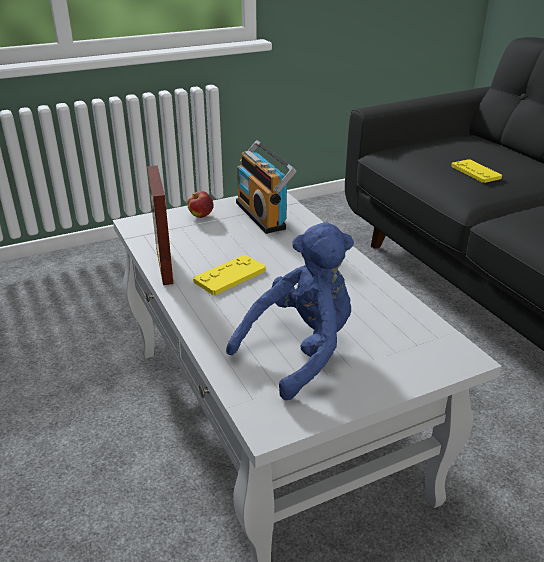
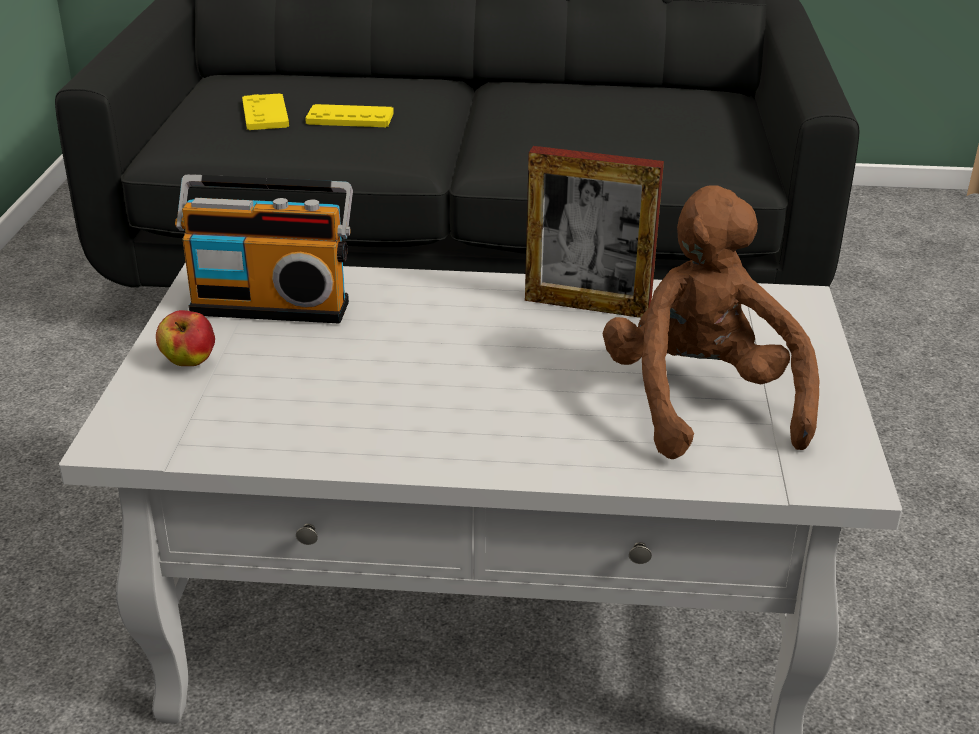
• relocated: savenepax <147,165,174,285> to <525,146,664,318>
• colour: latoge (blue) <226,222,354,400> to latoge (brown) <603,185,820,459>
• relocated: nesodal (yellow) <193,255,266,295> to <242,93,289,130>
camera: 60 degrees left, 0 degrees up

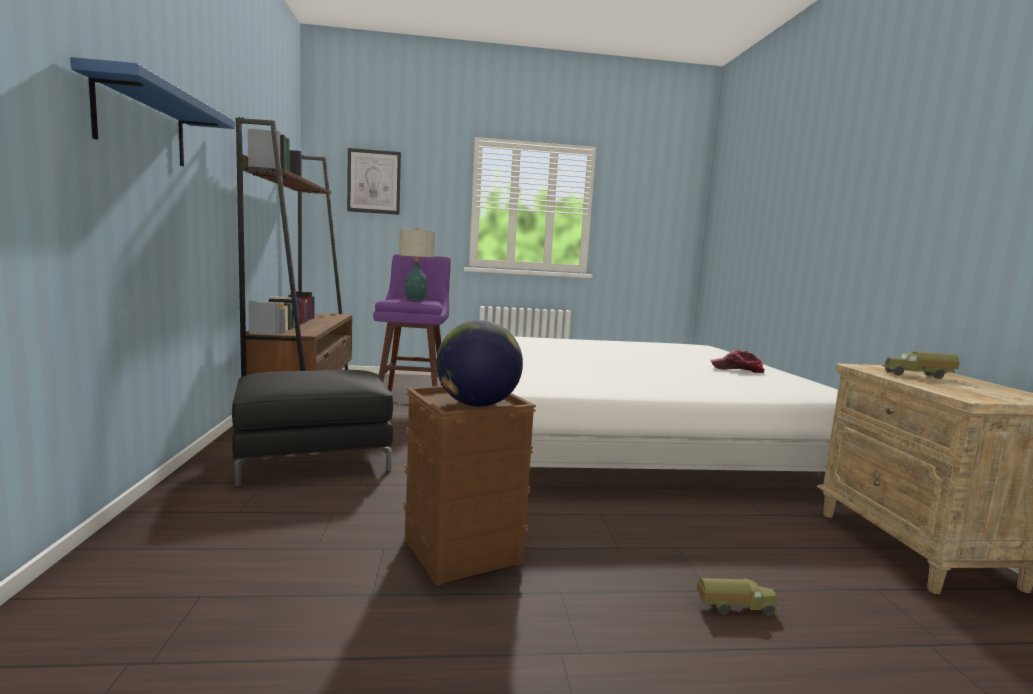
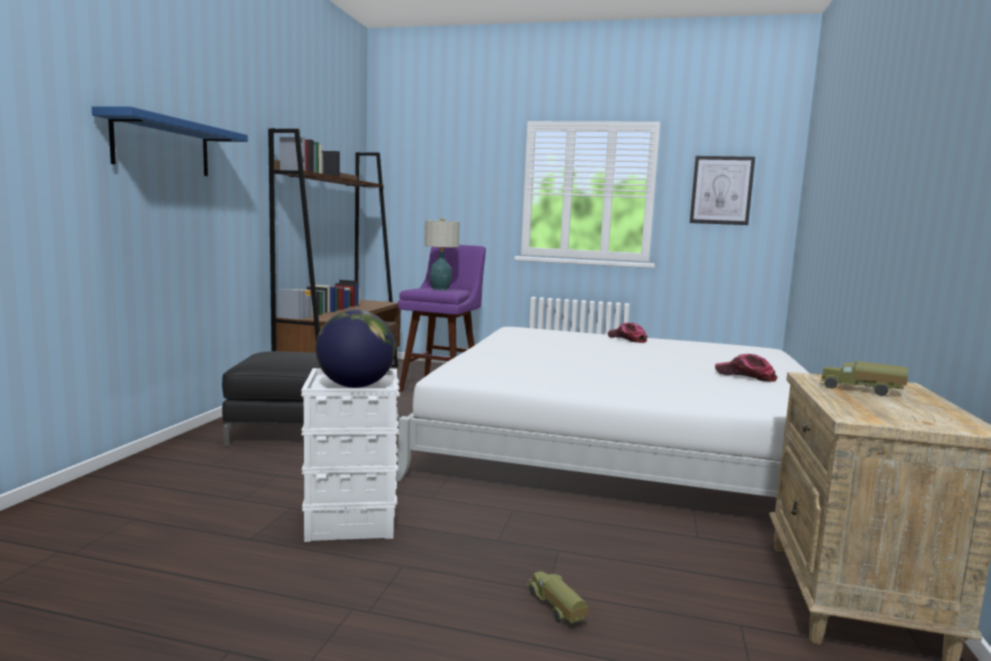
• relocated: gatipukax <347,148,401,215> to <690,156,755,225>
• colour: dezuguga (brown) <404,386,536,586> to dezuguga (white) <301,368,400,542>
• spun: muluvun <697,578,780,616> = <527,571,589,623> 135 degrees counterclockwise
• appeared: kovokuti <608,323,647,343>
camera: 20 degrees right, 0 degrees up

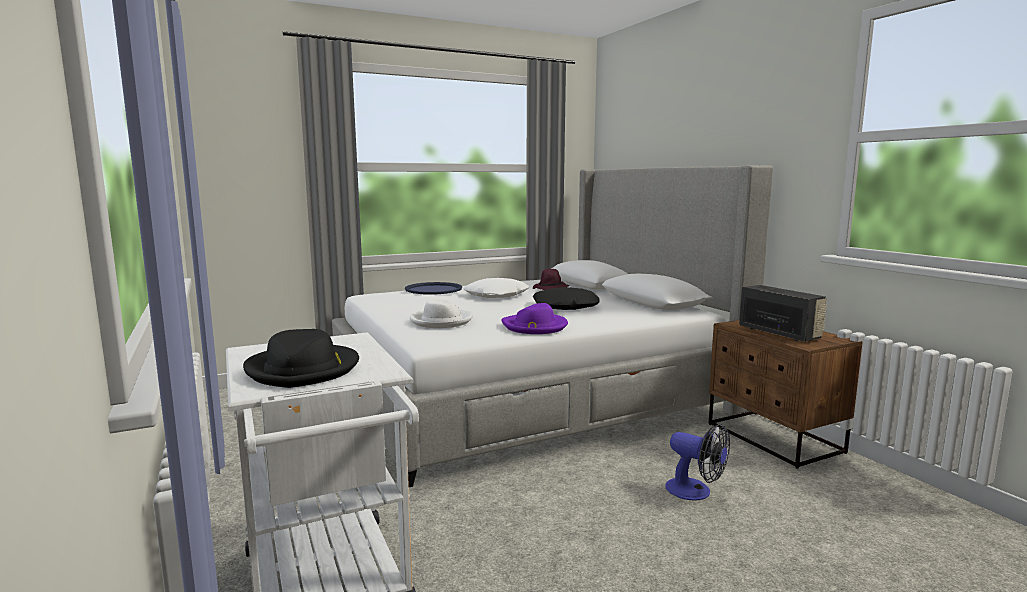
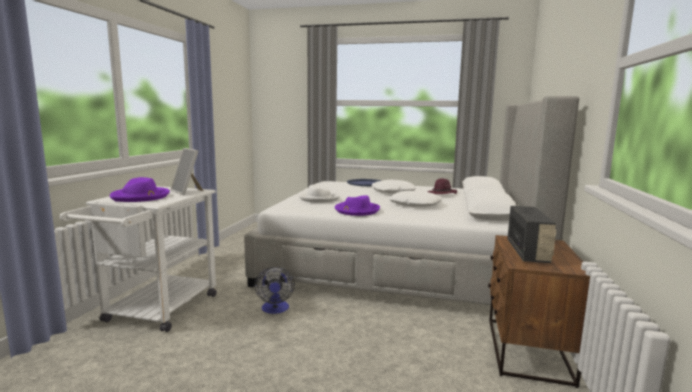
• colour: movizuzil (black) <533,287,600,310> to movizuzil (white) <389,191,442,207>
• colour: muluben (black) <243,329,359,388> to muluben (purple) <110,177,170,202>
• relocated: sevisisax <665,424,730,501> to <255,267,295,314>
• appeared: savenepax <170,148,204,195>
camera: 40 degrees right, 0 degrees up

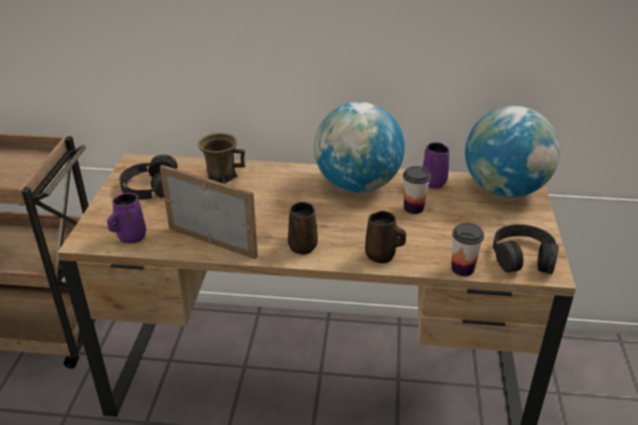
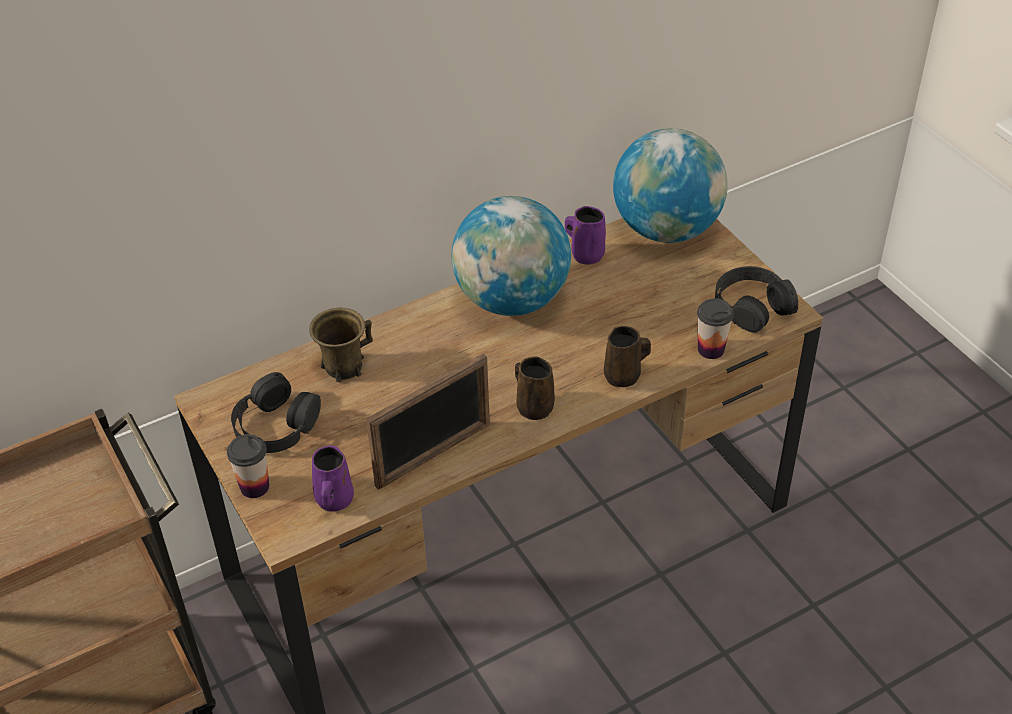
• spun: savenepax <160,165,258,259> = <366,353,490,490> 150 degrees clockwise
• relocated: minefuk <403,166,431,214> to <227,434,269,498>
camera: 35 degrees left, 10 degrees up

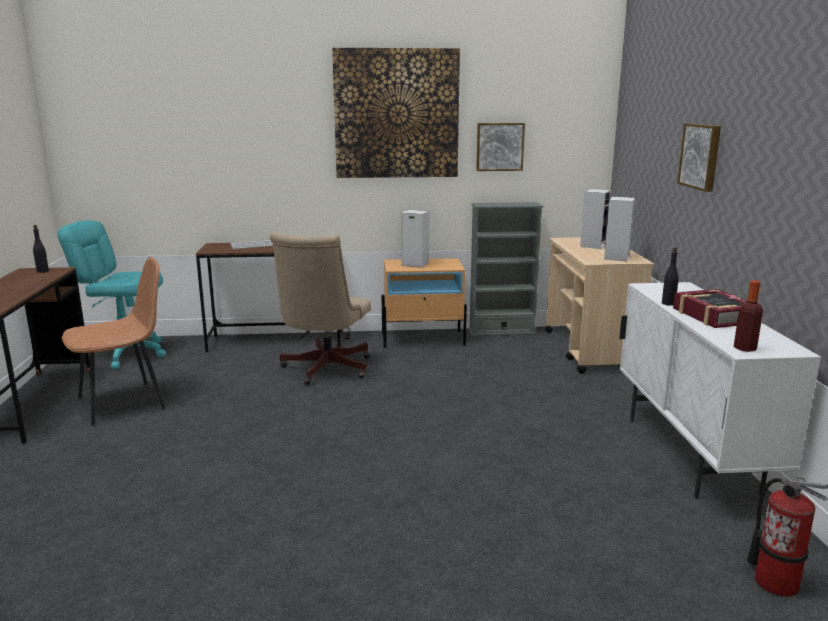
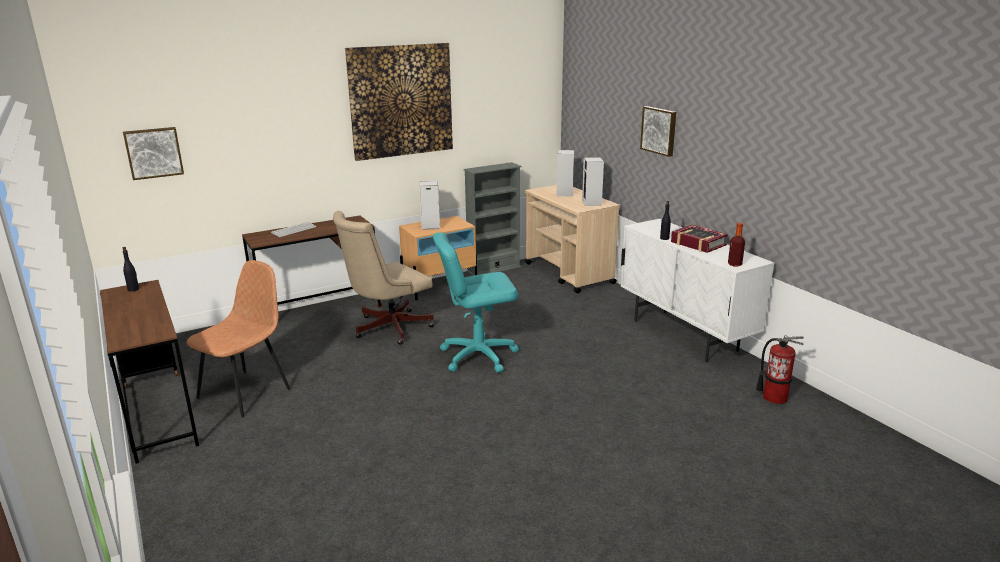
• relocated: gatipukax <476,123,525,171> to <123,127,184,180>
• relocated: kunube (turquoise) <57,220,166,369> to <433,232,519,373>
• spun: kunube (beige) <270,232,371,385> = <333,211,434,345> 60 degrees clockwise
camera: 25 degrees left, 5 degrees up

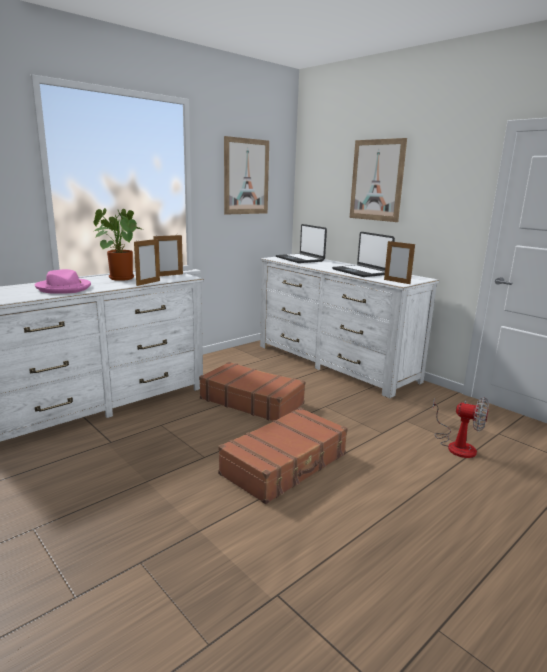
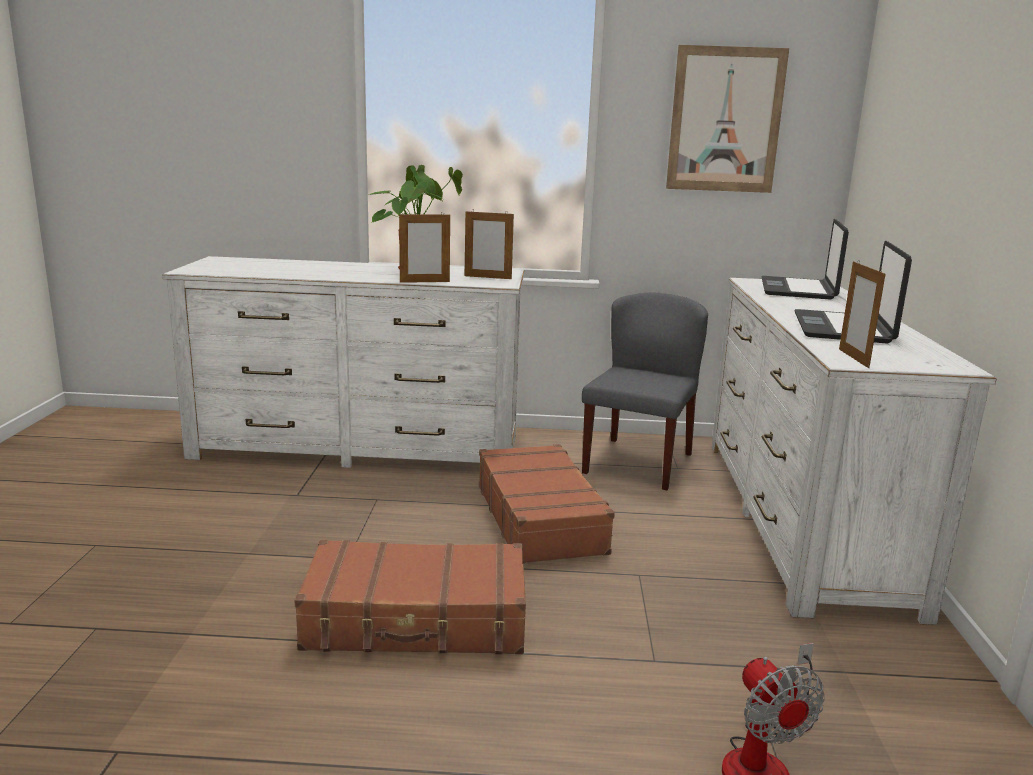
• missing: gatipukax <350,138,407,222>
• missing: muluben (pink) <34,269,91,294>
• appeared: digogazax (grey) <582,293,708,490>
camera: 45 degrees right, 0 degrees up

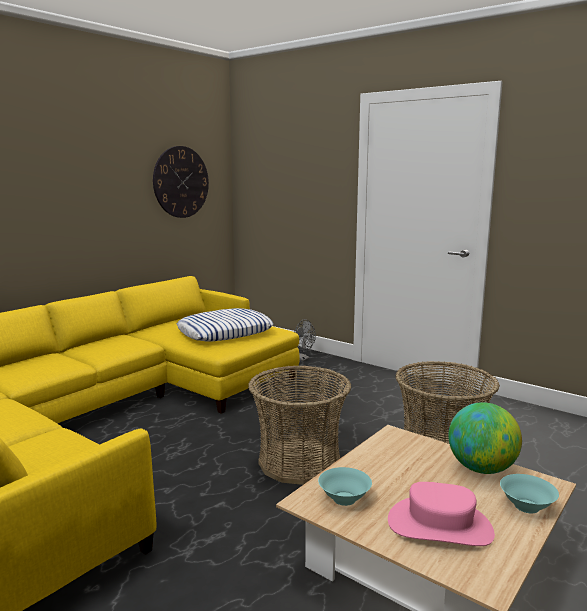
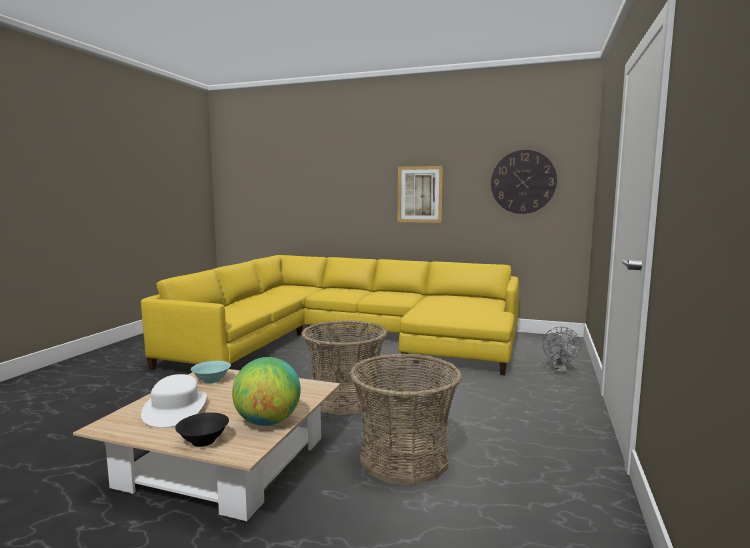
• missing: movizuzil <177,308,273,342>
• colour: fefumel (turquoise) <500,474,559,513> to fefumel (black) <175,412,229,447>
• colour: muluben (pink) <388,482,495,546> to muluben (white) <141,374,207,428>
• appeared: gatipukax <398,166,443,223>
camera: 70 degrees right, 5 degrees down

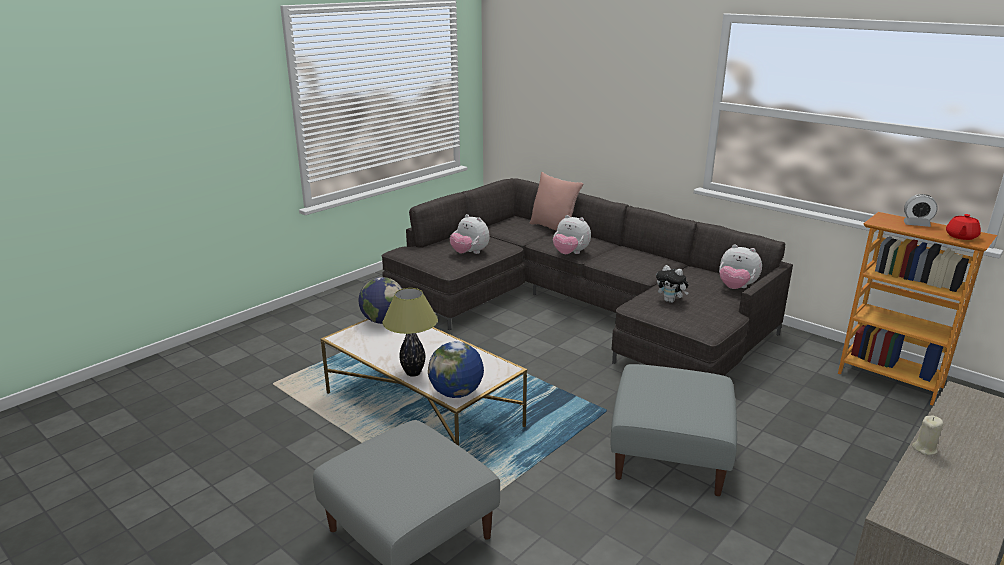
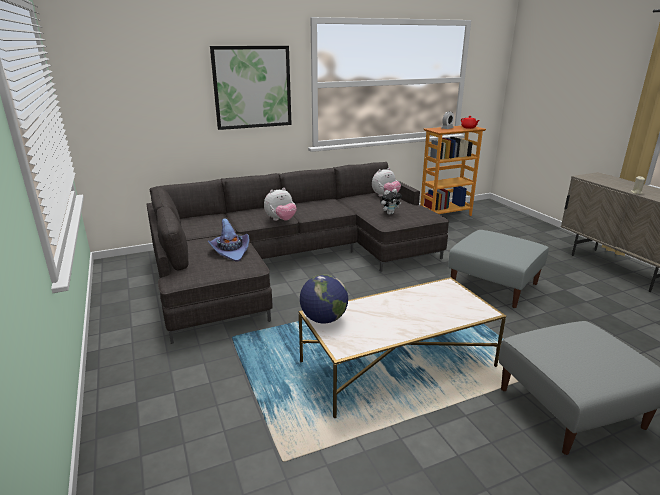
• missing: movizuzil (pink) <530,172,583,231>
• exchanged: latoge <450,214,490,254> to muluben (purple) <208,218,249,262>
• missing: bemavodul <382,288,438,377>
• missing: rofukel <428,341,484,398>
• appeared: gatipukax <210,46,292,130>
camera: 65 degrees left, 0 degrees up

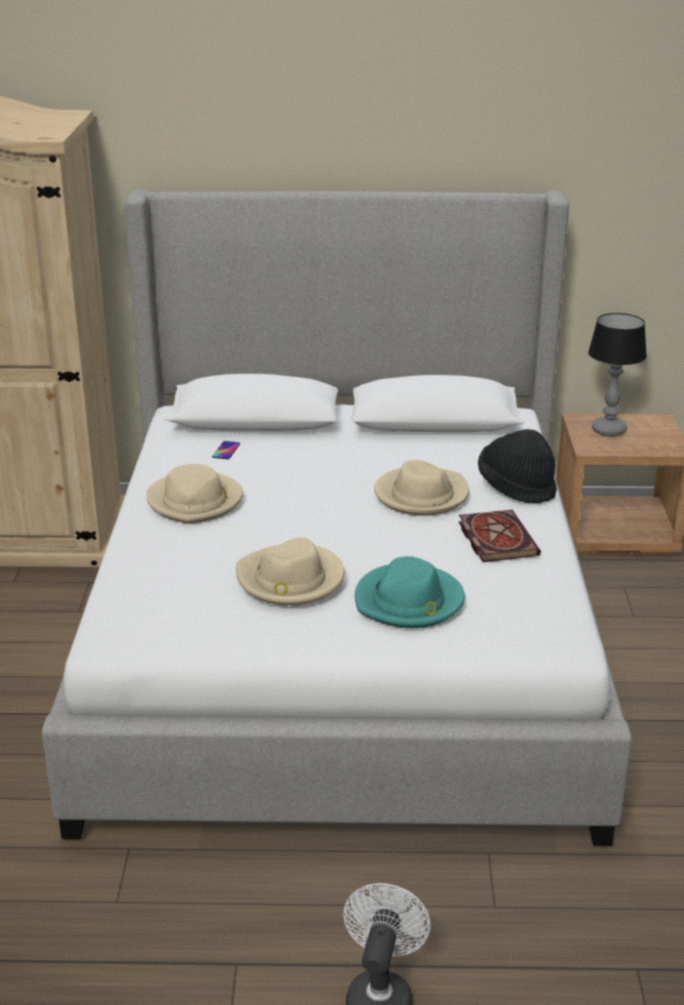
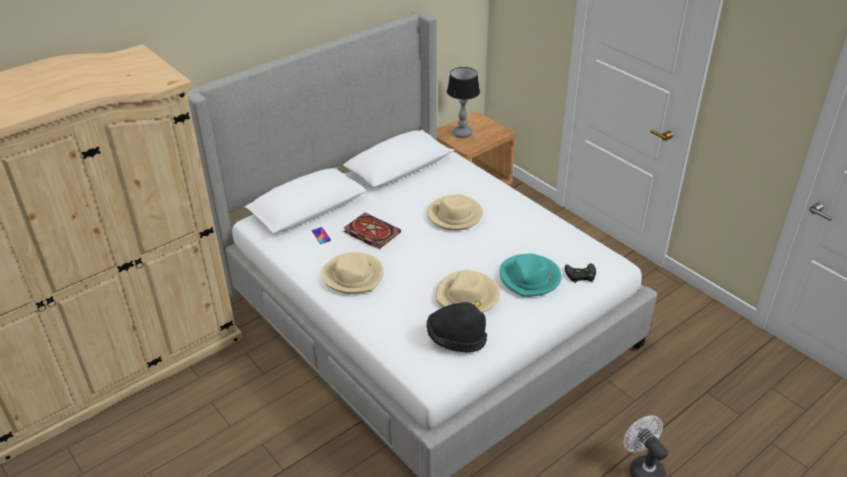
• relocated: muluben (black) <478,429,557,504> to <427,302,487,353>
• relocated: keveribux <458,510,541,562> to <344,213,401,249>
• appeared: nesodal (black) <565,263,596,283>
camera: 40 degrees left, 10 degrees up

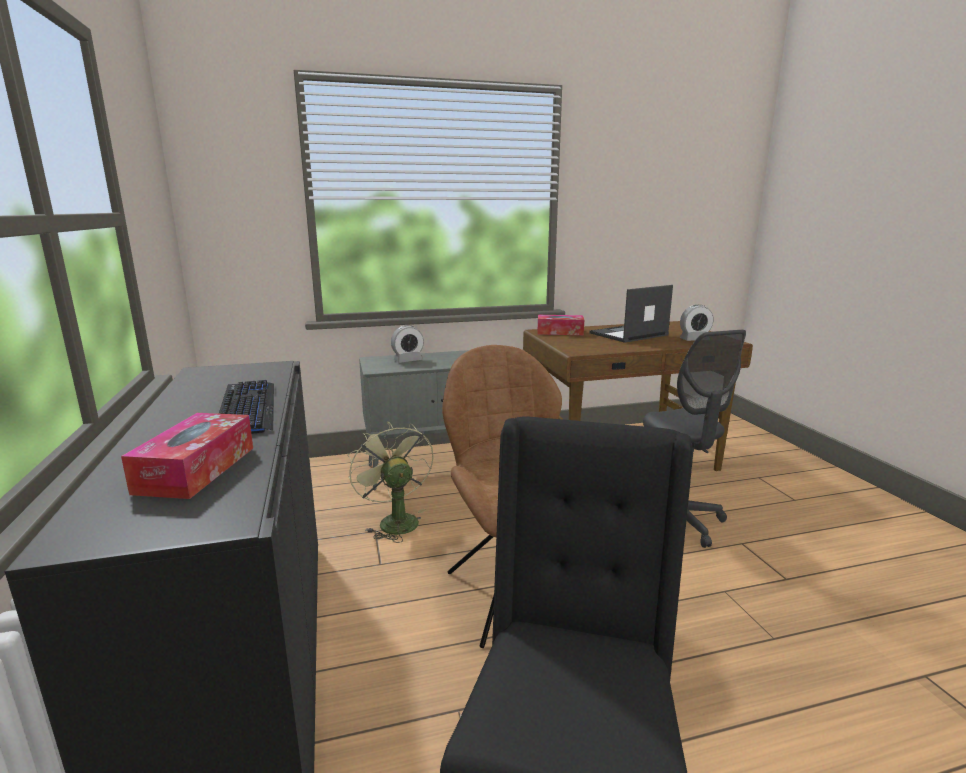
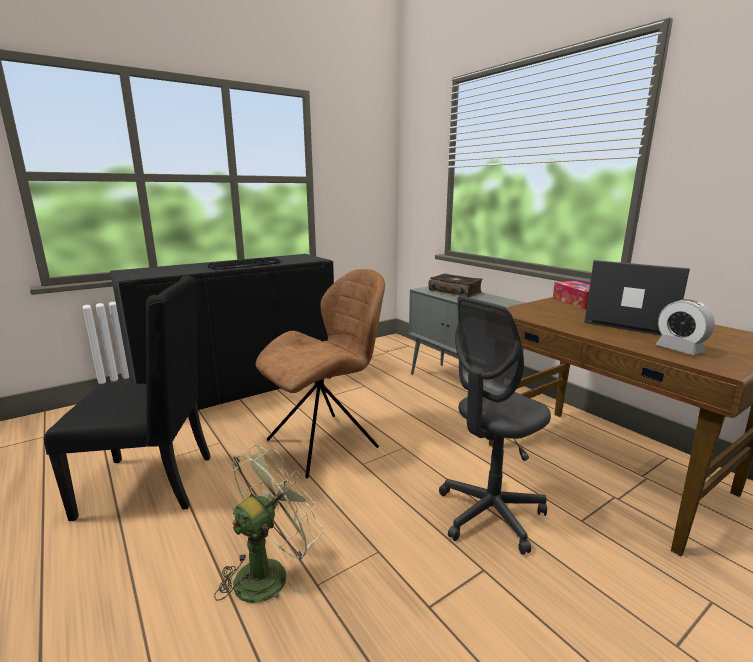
• exchanged: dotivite <391,325,424,363> to keveribux <429,274,483,297>
• missing: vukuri <121,413,253,499>
• relocated: sevisisax (green) <348,421,434,543> to <214,445,323,603>
camera: 70 degrees right, 0 degrees up

